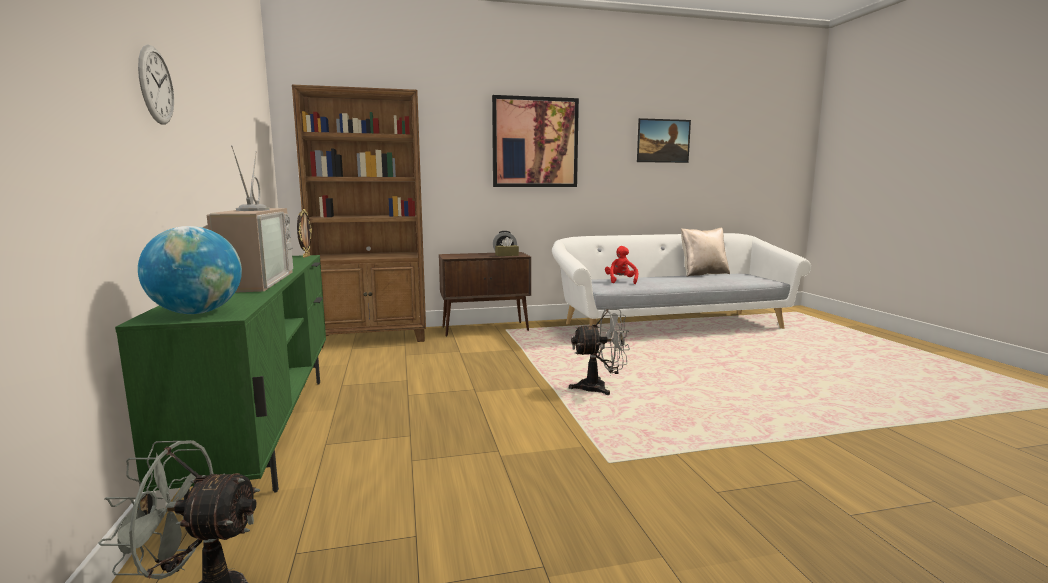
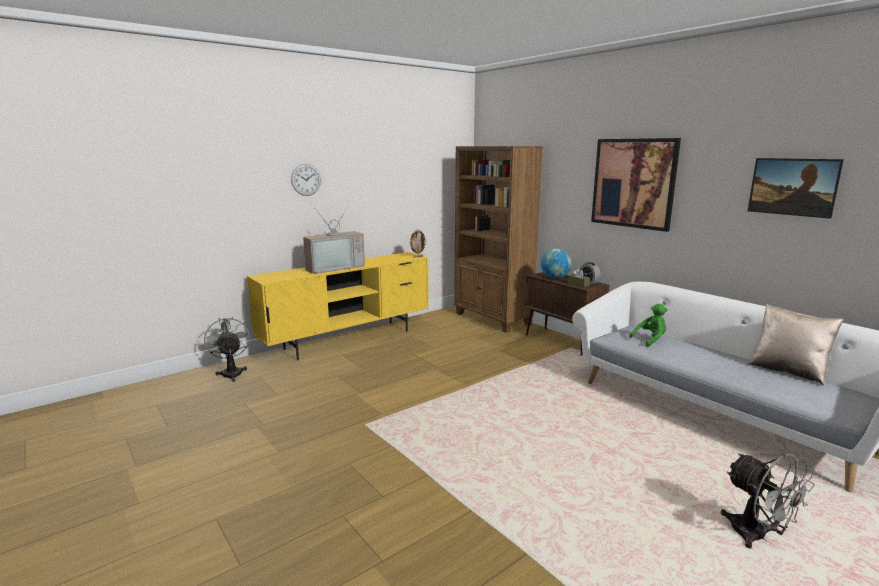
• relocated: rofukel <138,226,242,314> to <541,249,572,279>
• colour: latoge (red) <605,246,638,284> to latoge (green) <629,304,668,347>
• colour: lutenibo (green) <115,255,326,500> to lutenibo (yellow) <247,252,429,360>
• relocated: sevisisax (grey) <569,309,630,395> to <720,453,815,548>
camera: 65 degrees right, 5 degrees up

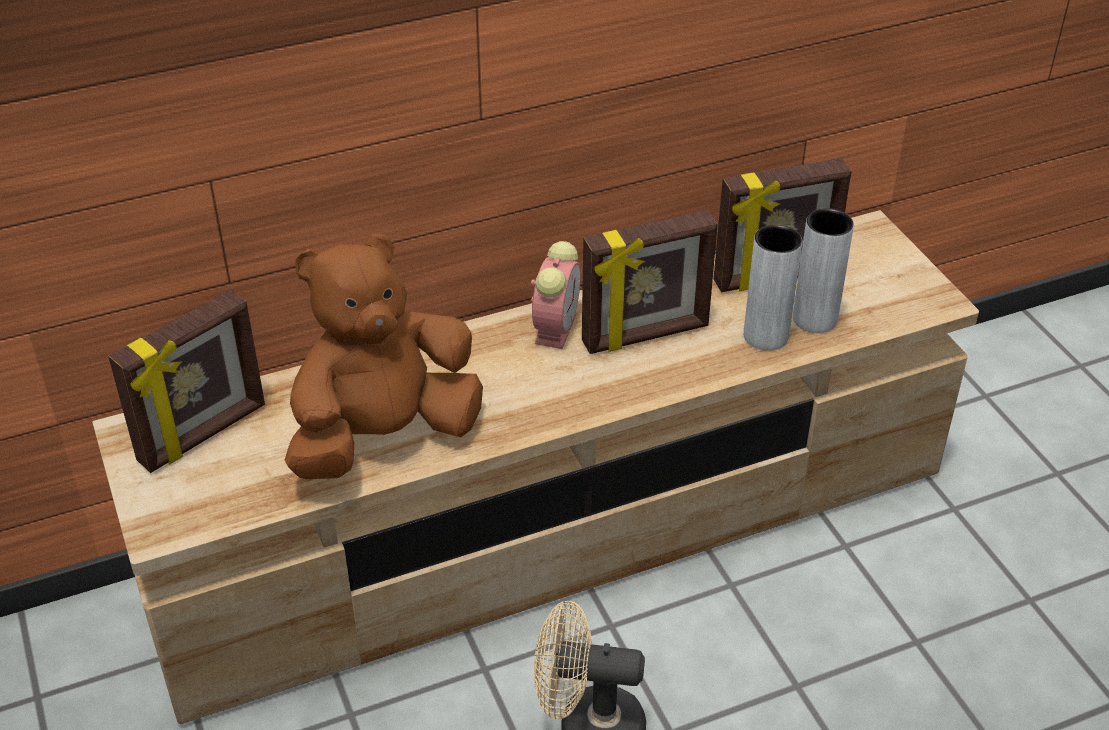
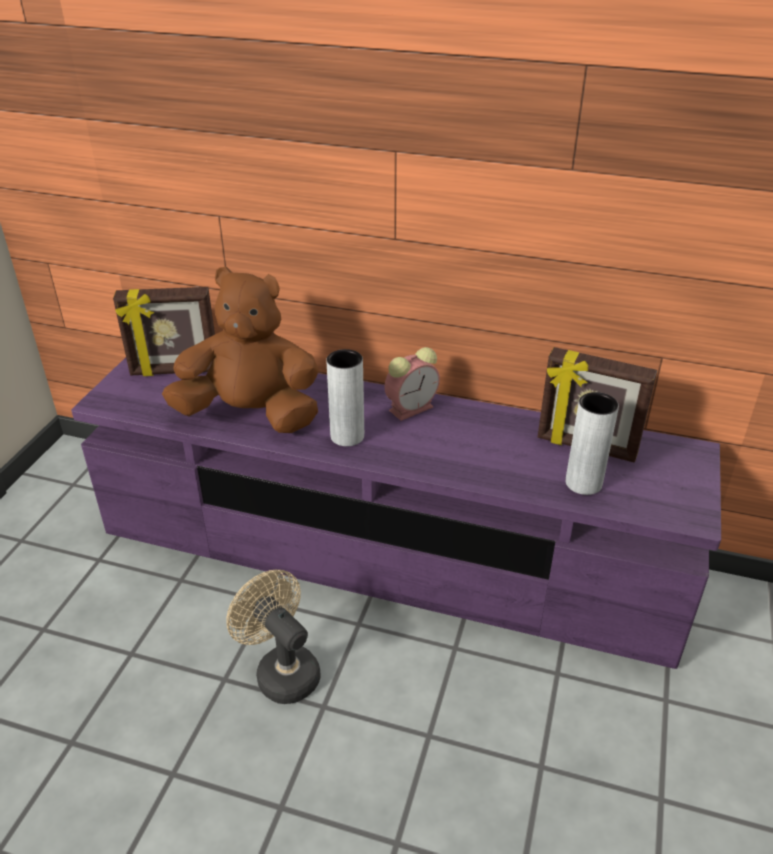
• colour: lutenibo (beige) <92,210,979,724> to lutenibo (purple) <71,357,721,669>
• missing: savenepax <582,210,718,354>
• relocated: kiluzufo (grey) <744,225,802,351> to <326,349,364,446>
camera: 40 degrees right, 5 degrees down

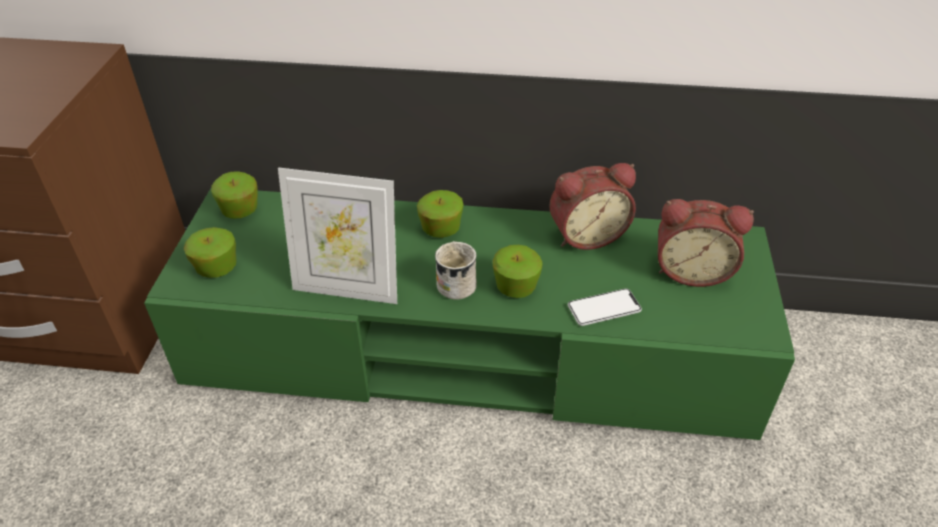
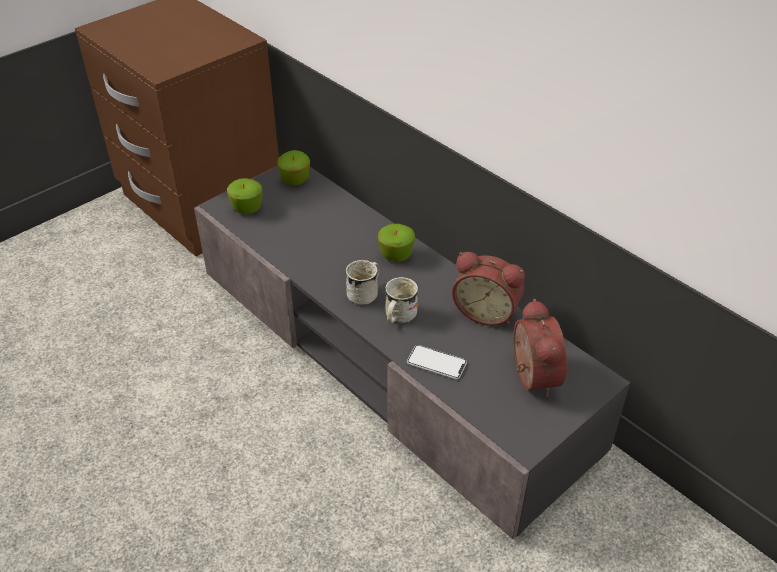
• missing: savenepax <278,168,397,304>
• colour: lutenibo (green) <144,189,795,440> to lutenibo (grey) <194,166,630,539>
• spun: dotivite <658,199,754,287> = <513,299,567,397> 150 degrees counterclockwise
• exchanged: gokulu <493,245,543,298> to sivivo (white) <385,277,418,323>
camera: 40 degrees right, 0 degrees up

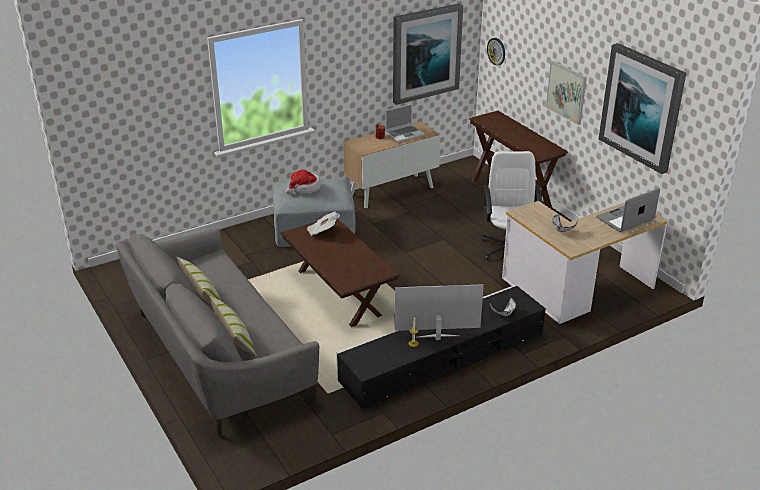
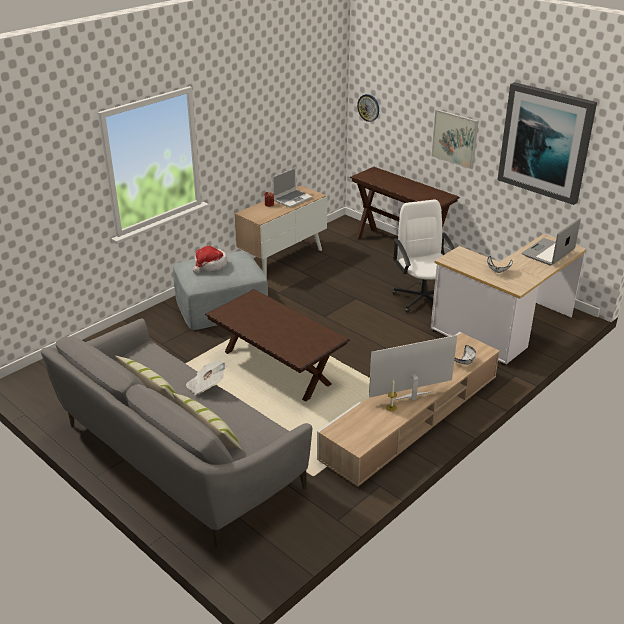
• missing: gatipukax <393,3,463,105>
• relocated: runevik <307,212,340,236> to <186,360,227,395>
• colour: lutenibo (black) <336,285,546,409> to lutenibo (beige) <317,332,500,487>
camera: 15 degrees left, 0 degrees up

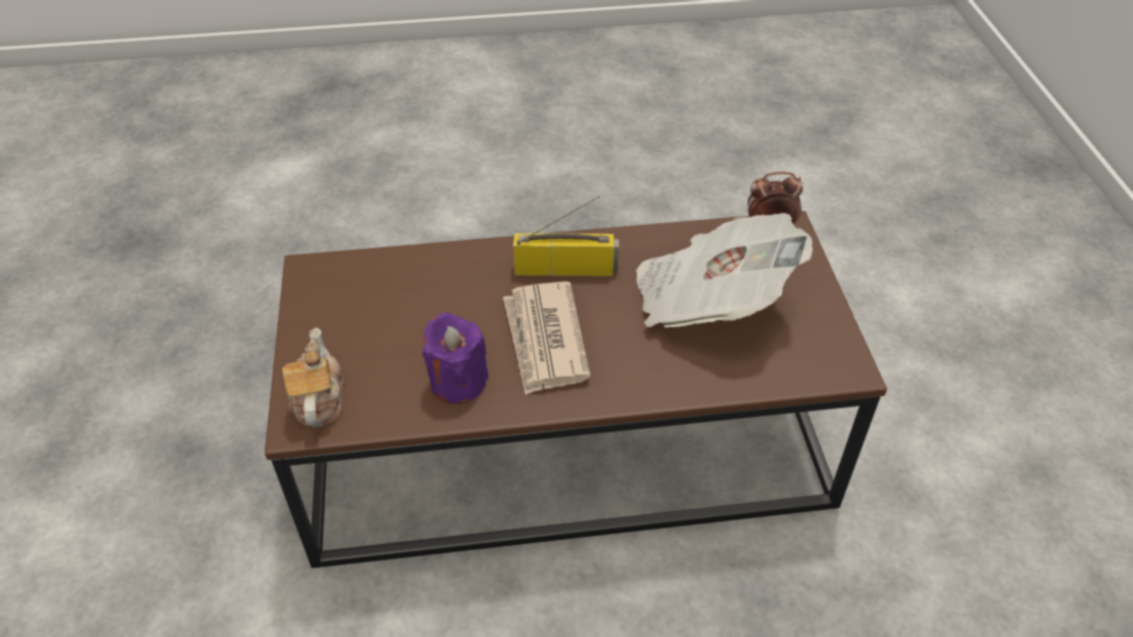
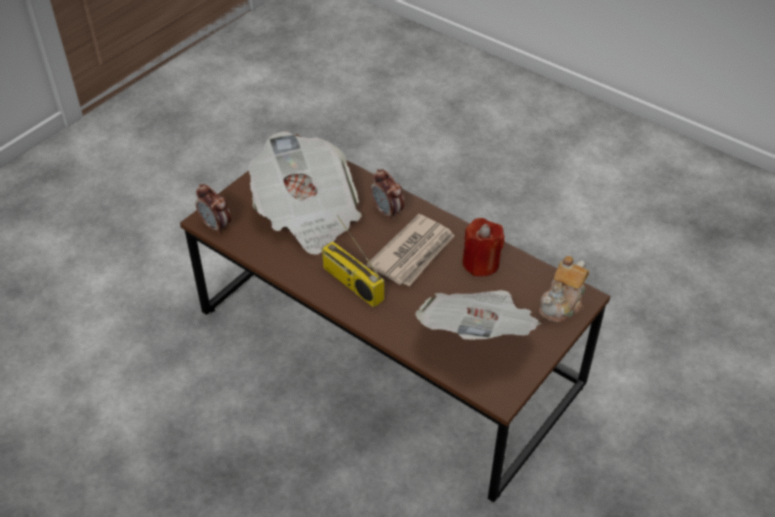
• colour: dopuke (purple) <423,312,488,404> to dopuke (red) <462,218,505,277>
• appeared: dotivite <371,169,404,221>
• appeared: runevik <415,290,541,340>
camera: 135 degrees left, 0 degrees up

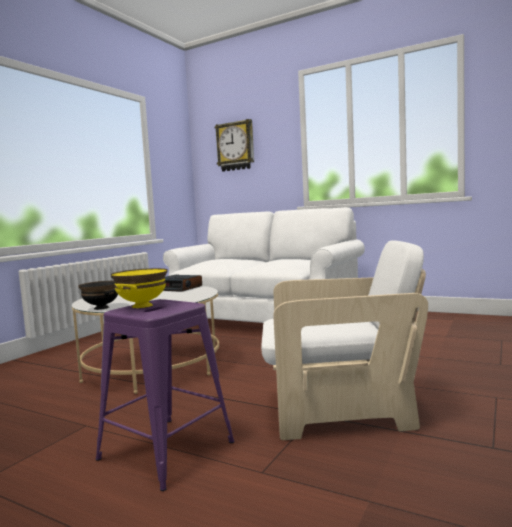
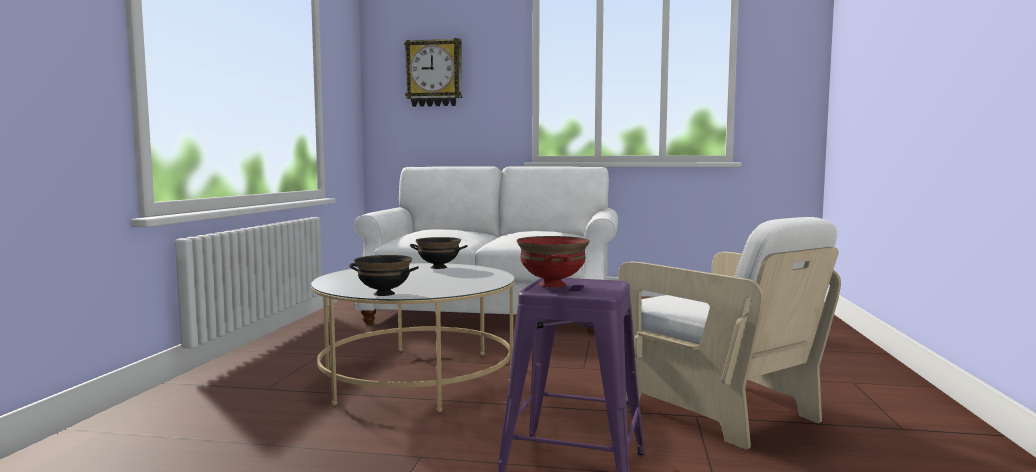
• spun: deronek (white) <261,240,428,440> = <618,217,841,450> 75 degrees clockwise
• colour: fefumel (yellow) <110,268,168,308> to fefumel (red) <517,236,590,287>
• exchanged: dotivite <163,275,202,292> to fefumel (black) <410,237,468,269>
camera: 20 degrees left, 0 degrees up

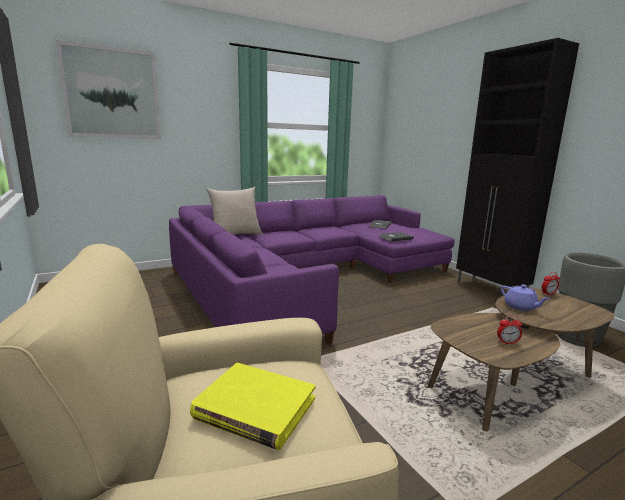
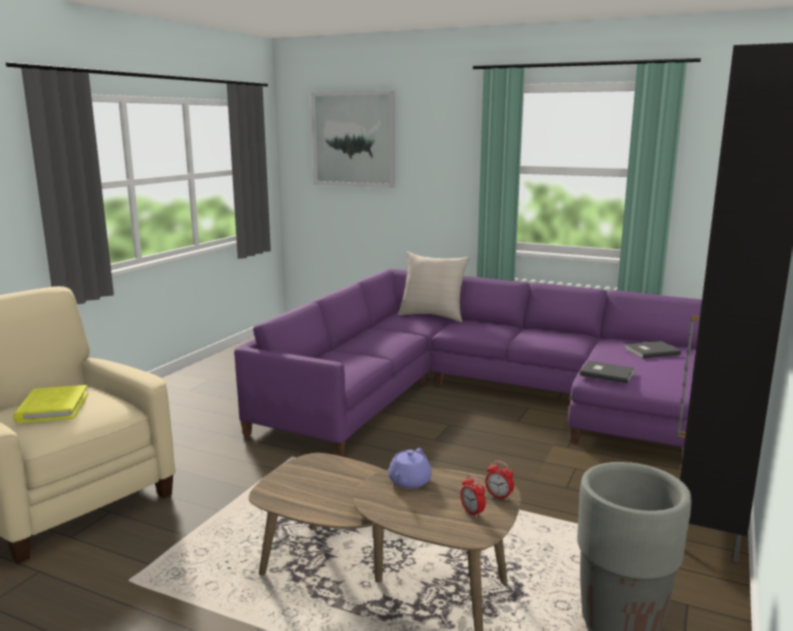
• relocated: dotivite <497,316,522,344> to <461,475,486,518>
camera: 55 degrees right, 0 degrees up

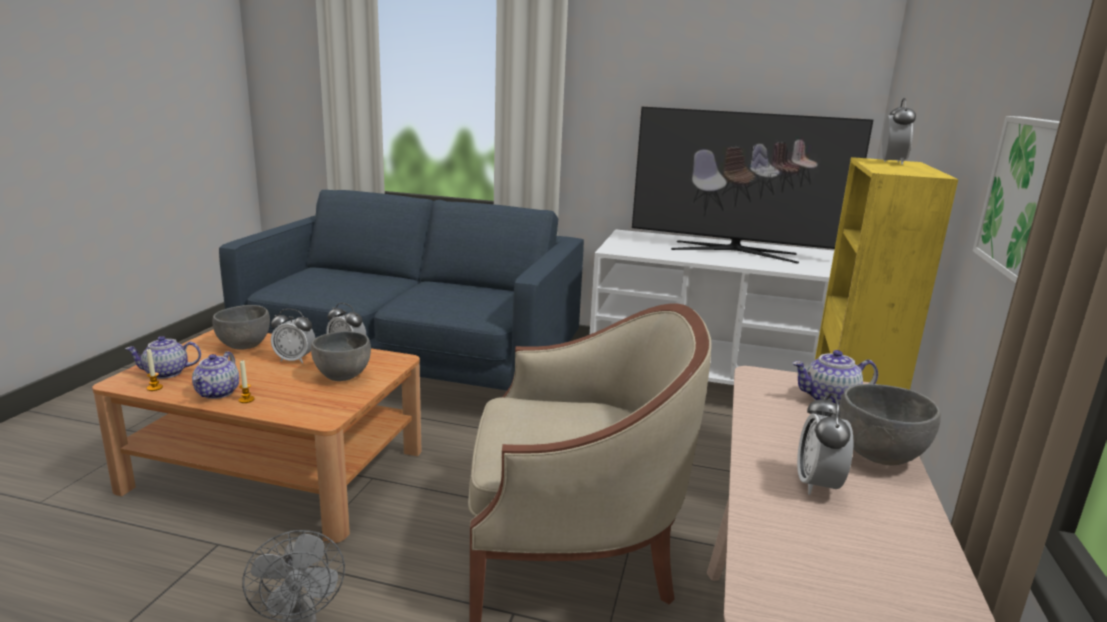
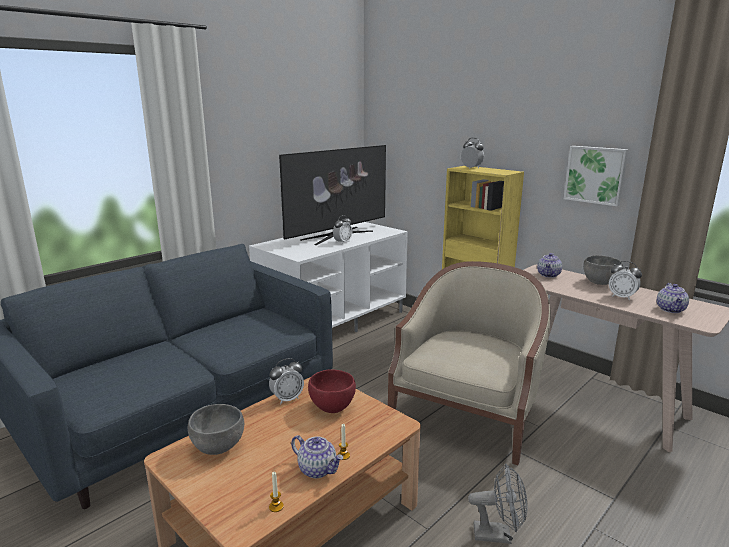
• relocated: dotivite <271,309,315,364> to <333,215,352,243>
• colour: fefumel (grey) <311,331,371,381> to fefumel (red) <308,369,356,413>
• relocated: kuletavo <125,336,201,379> to <657,283,689,313>
camera: 60 degrees left, 0 degrees up

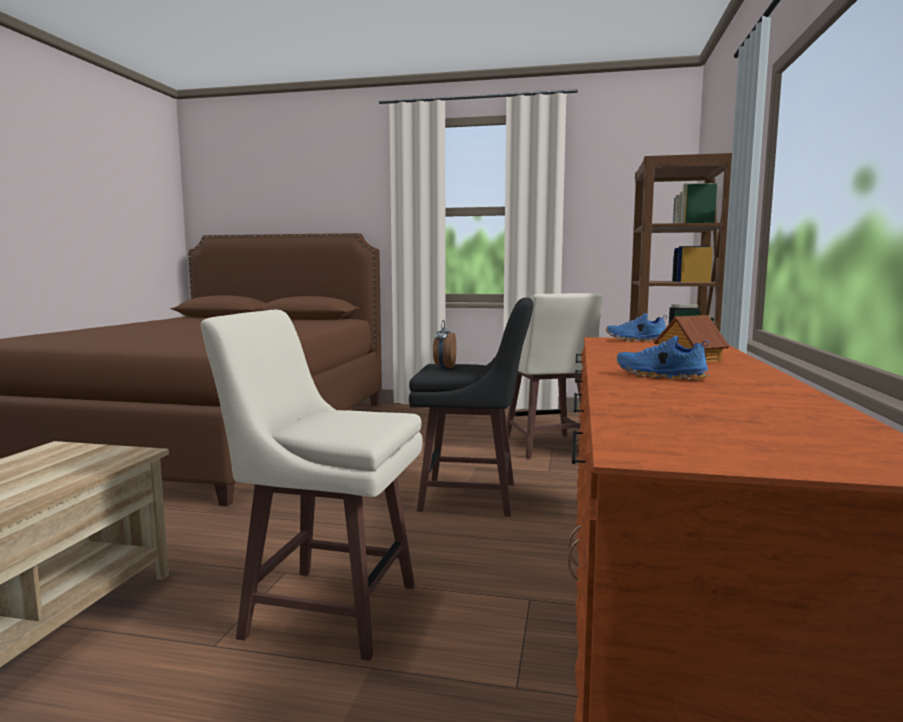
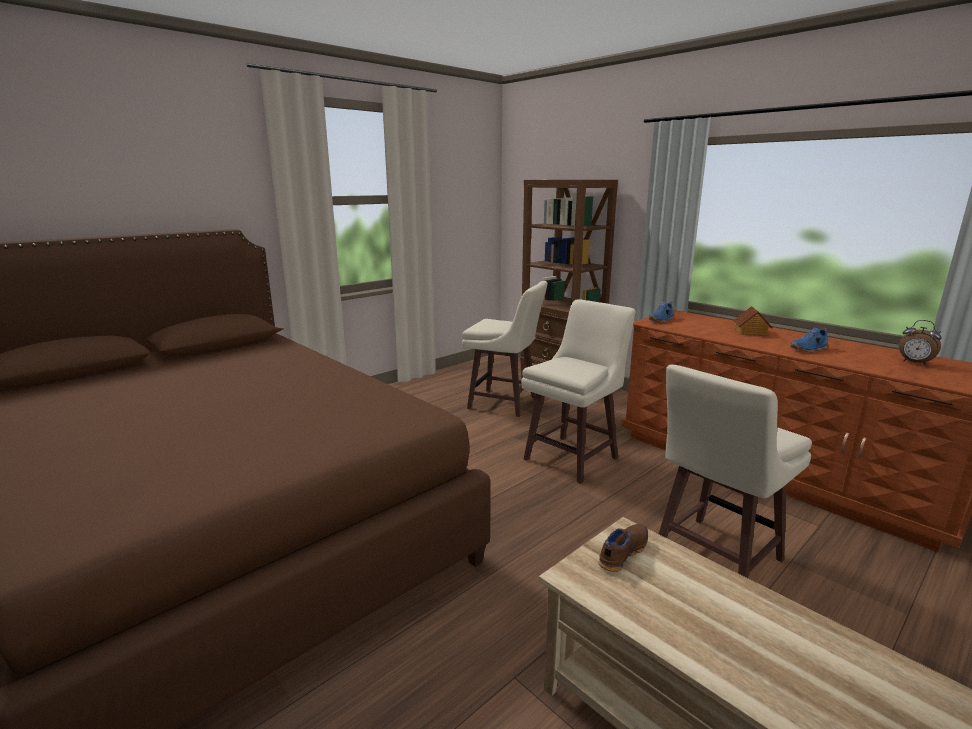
• colour: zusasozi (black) <409,297,534,517> to zusasozi (beige) <521,299,636,484>
• relocated: dotivite <433,320,456,369> to <899,320,941,366>
• appeared: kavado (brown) <598,524,648,572>
camera: 55 degrees left, 10 degrees up

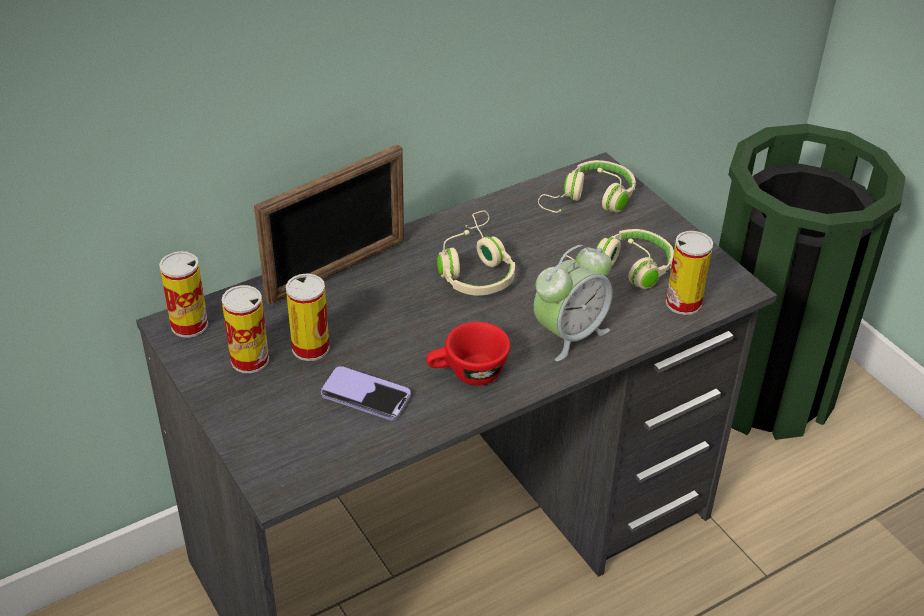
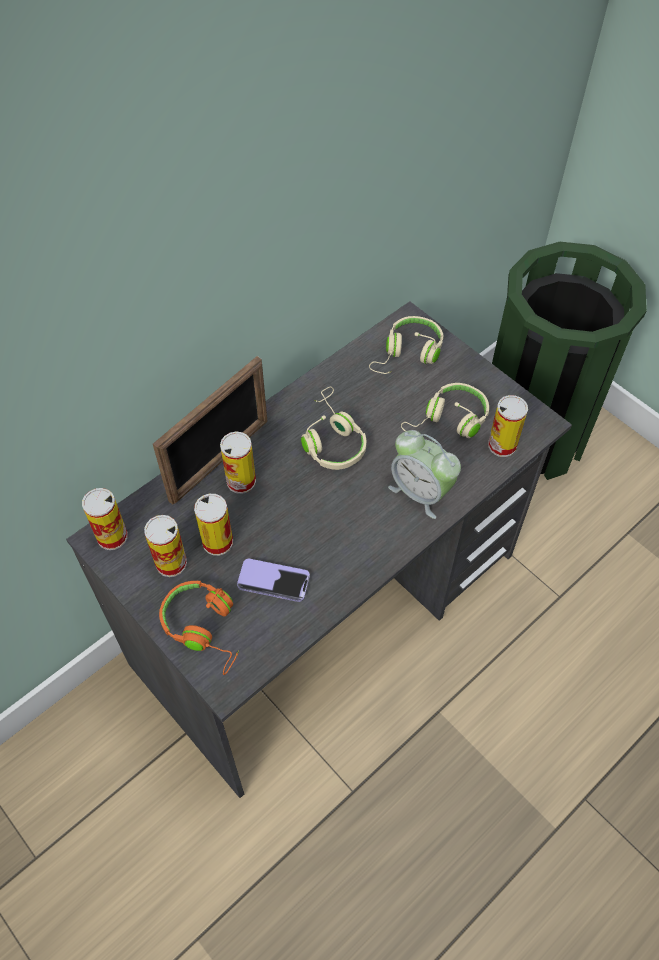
• spun: dotivite <534,245,613,361> = <388,430,461,519> 90 degrees clockwise
• missing: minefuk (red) <426,322,510,386>
• appeared: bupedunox <220,432,256,494>
• appeared: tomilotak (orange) <159,581,239,675>
camera: 10 degrees left, 15 degrees up

